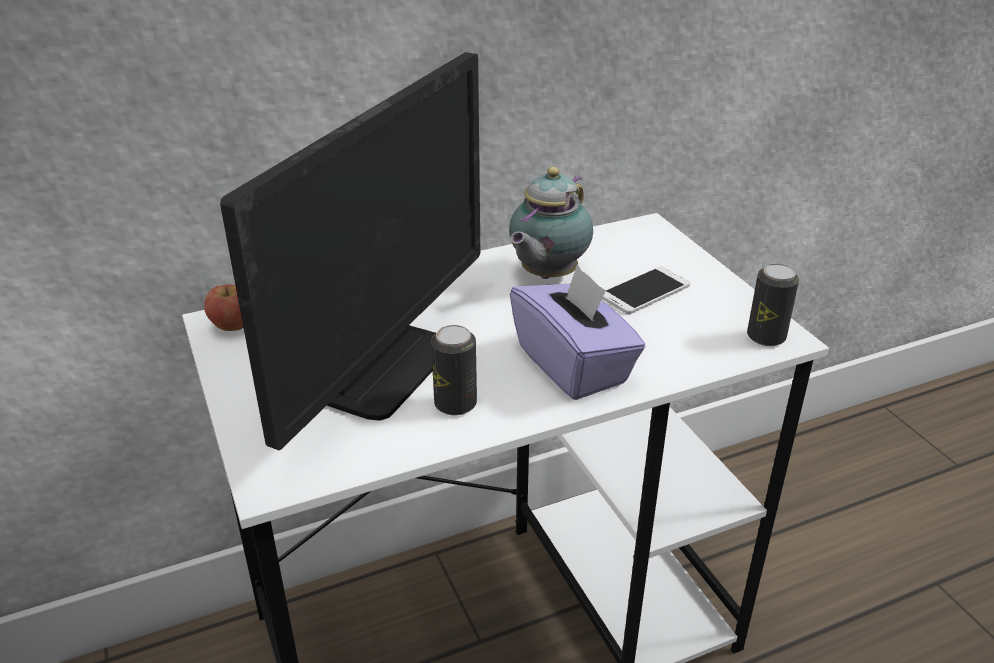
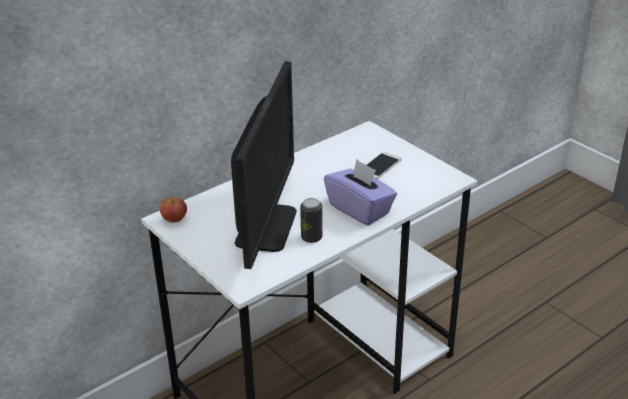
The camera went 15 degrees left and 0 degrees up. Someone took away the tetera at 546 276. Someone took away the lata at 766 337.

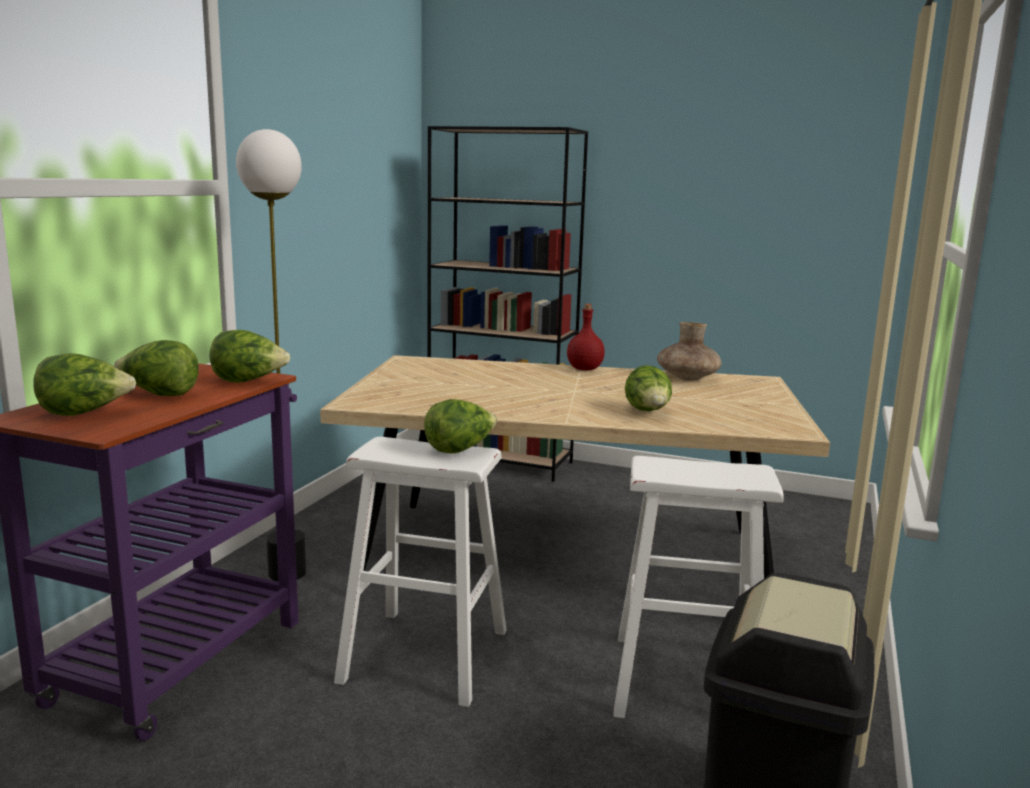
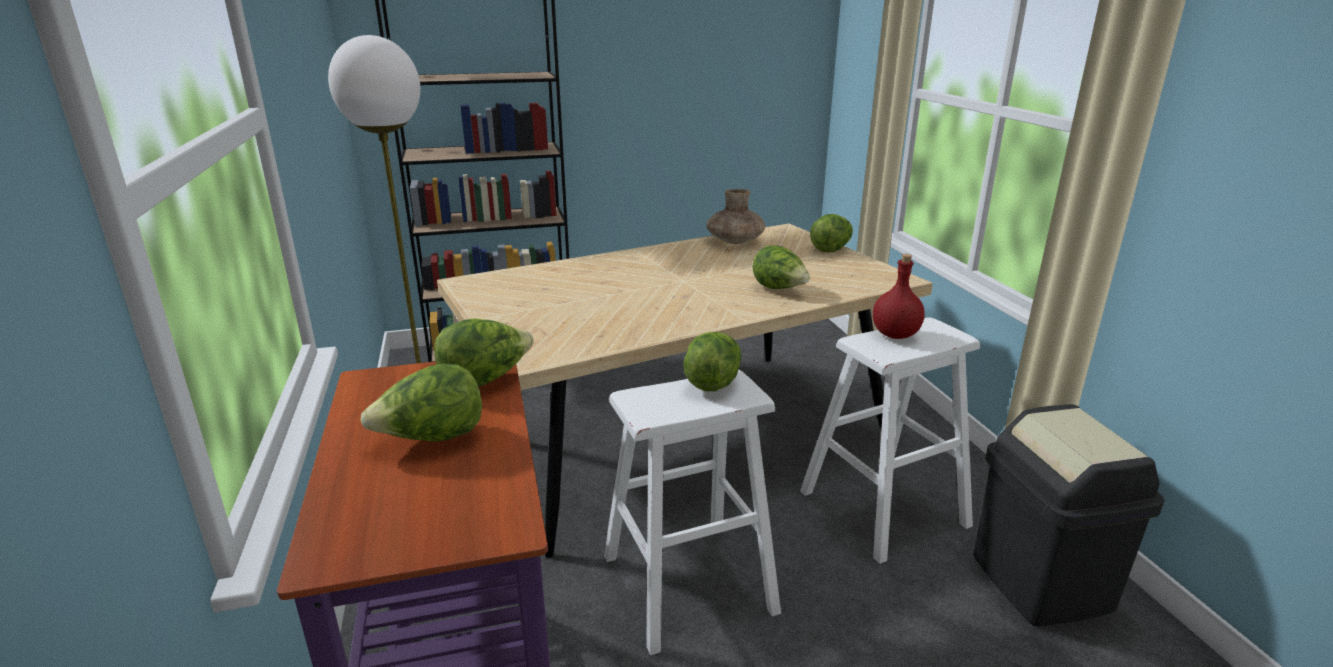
The camera went 35 degrees left and 10 degrees up. Someone carried the lechuga from 84 413 to 831 249. Someone carried the botella [rojo] from 584 369 to 895 335.

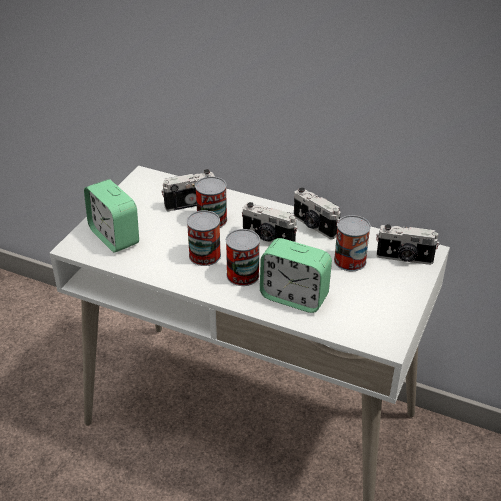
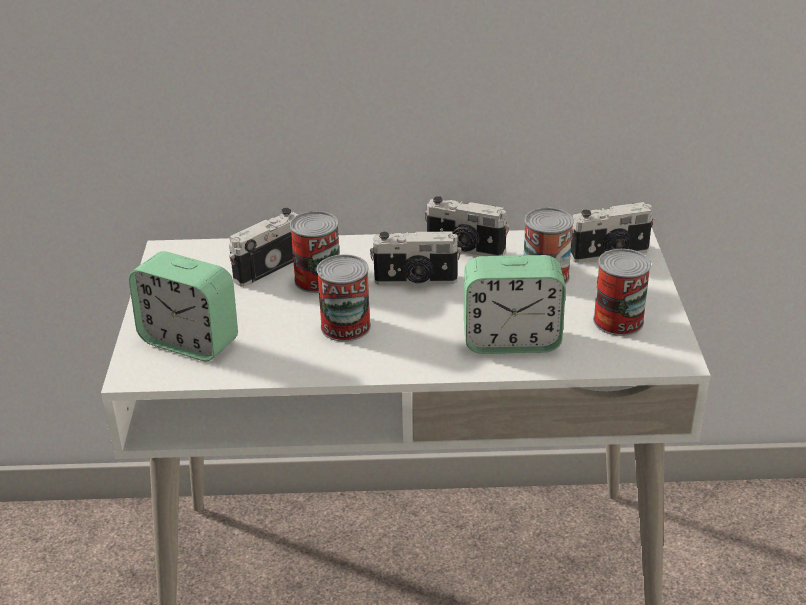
The camera went 25 degrees left and 5 degrees down. Someone carried the lata from 243 275 to 618 321.

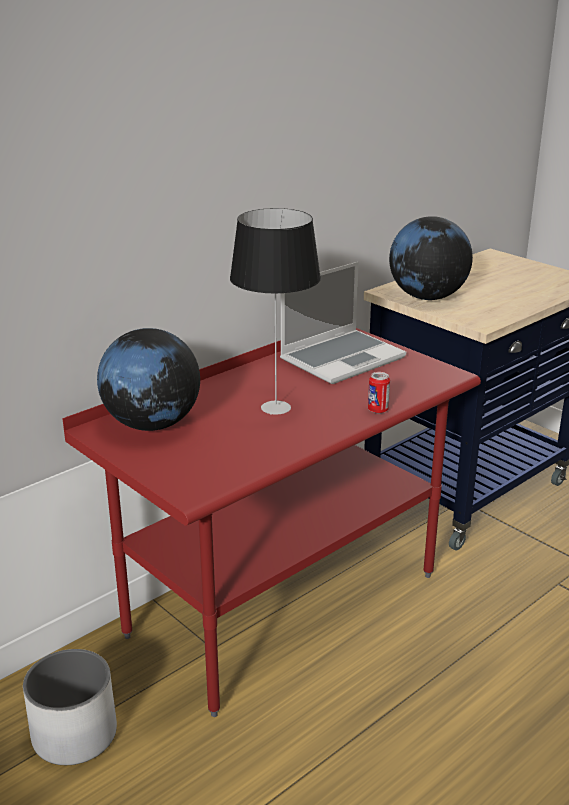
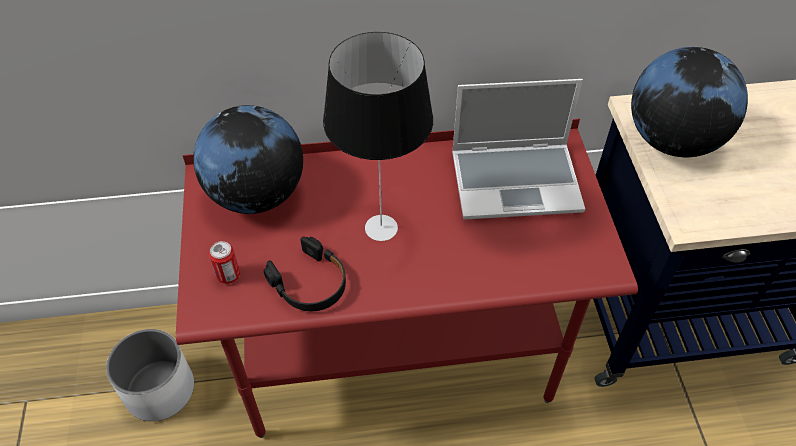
The camera went 35 degrees right and 25 degrees up. Someone carried the lata from 378 410 to 228 275. Someone put down the auriculares [negro] at 310 283.

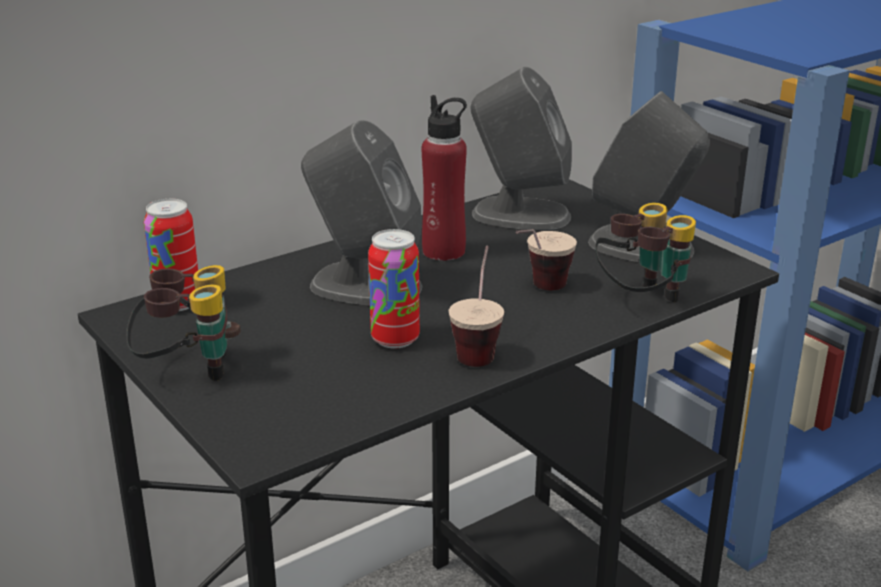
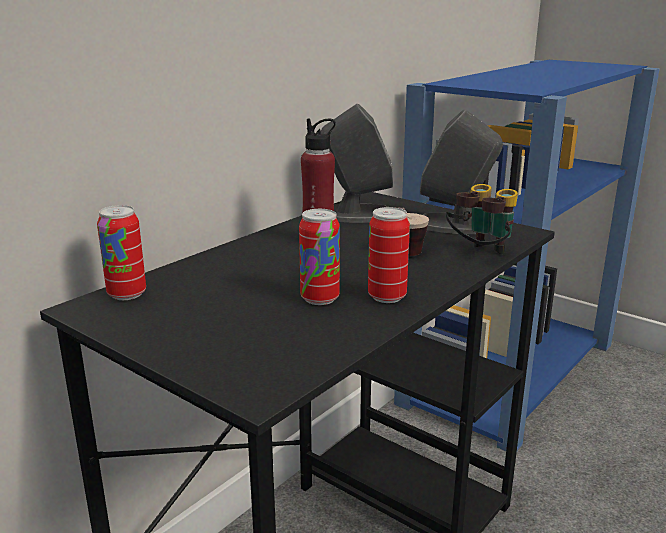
The camera went 15 degrees left and 5 degrees down. Someone swapped the taza at 478 347 for the lata at 387 297. Someone took away the prismáticos at 188 369. Someone took away the altavoz [gris] at 364 285.

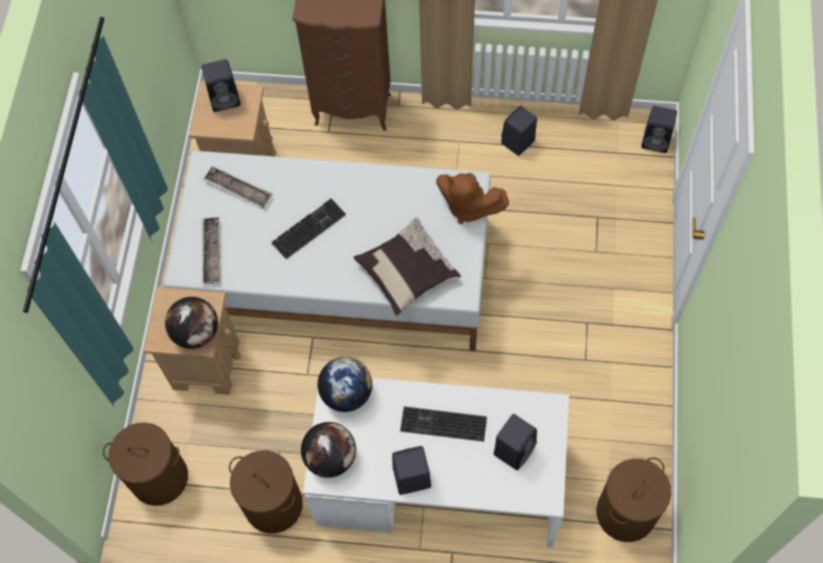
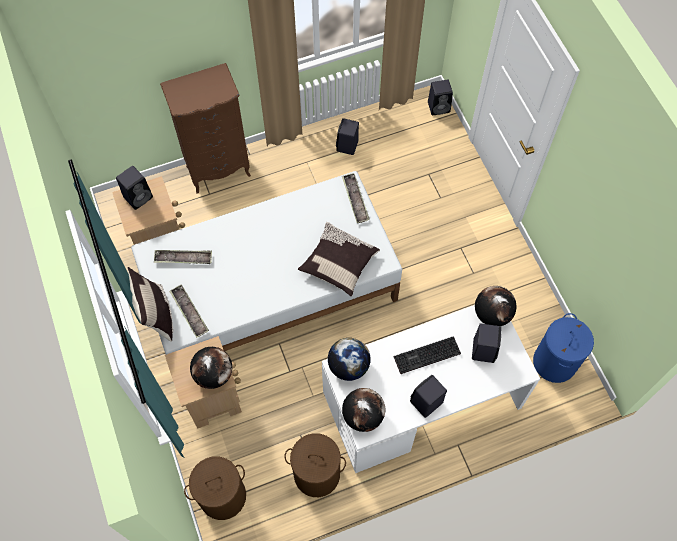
The camera went 30 degrees left and 0 degrees up. Someone put down the cojín at 157 315. Someone swapped the peluche [marrón] at 468 206 for the bandeja at 355 200. Someone put down the globo terráqueo at 492 314. Someone repainted the cesto de la ropa [marrón] at 626 512, which became the cesto de la ropa [azul] at 554 361. Someone took away the teclado at 309 227.

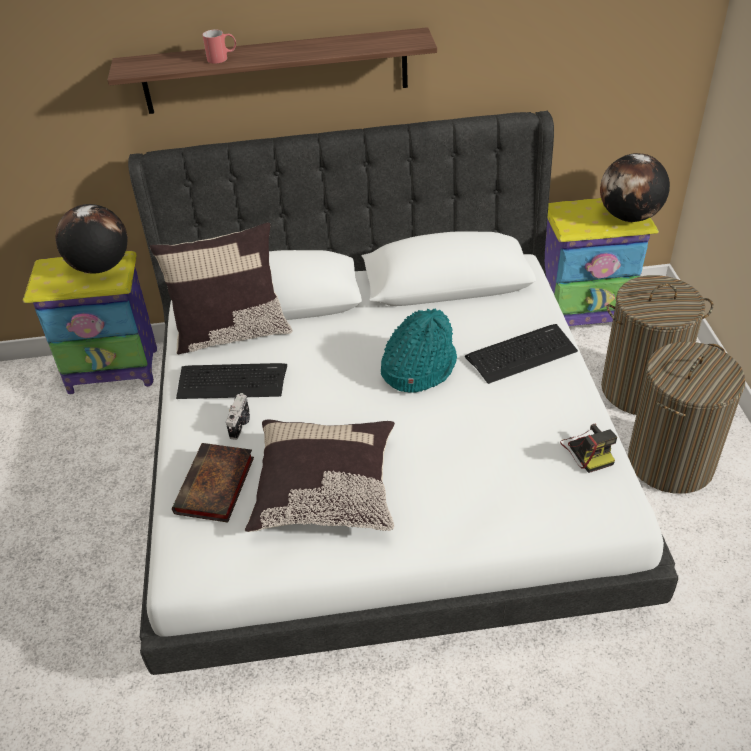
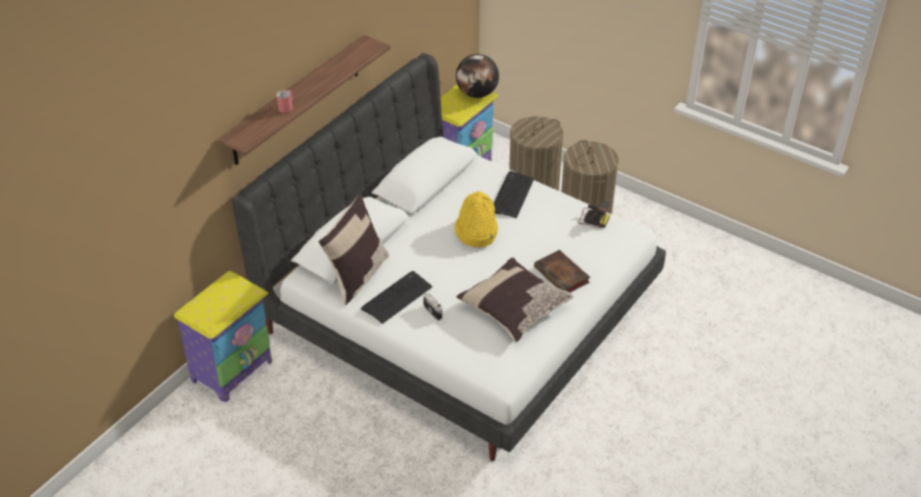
The camera went 50 degrees left and 0 degrees up. Someone repainted the sombrero [turquesa] at 418 367, which became the sombrero [amarillo] at 475 231. Someone carried the libro from 215 487 to 563 275. Someone took away the globo terráqueo at 100 267.

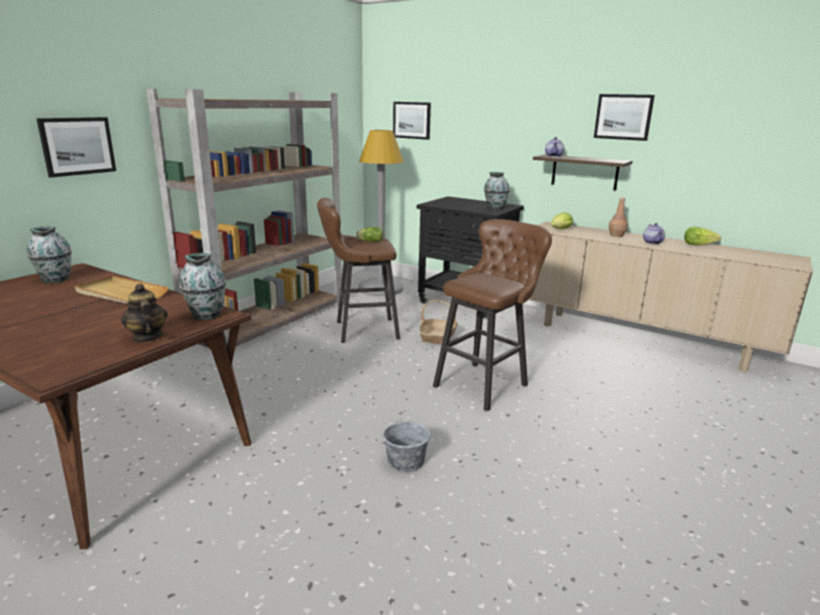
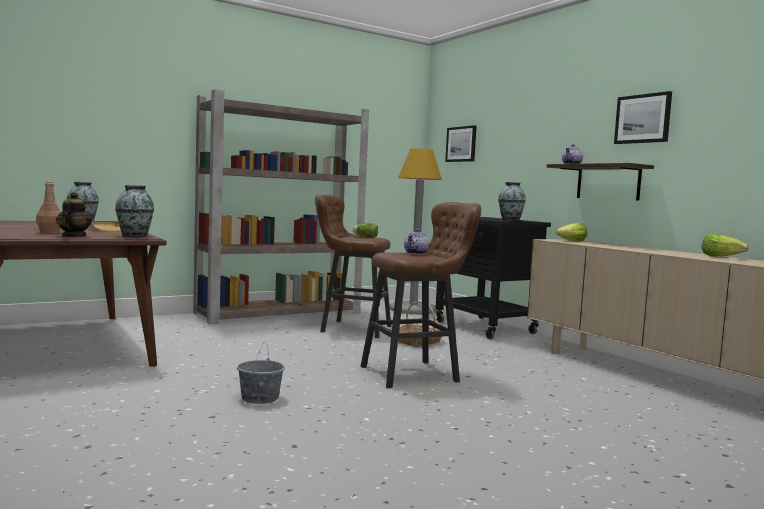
The camera went 25 degrees right and 15 degrees down. Someone carried the botella [marrón] from 616 235 to 49 232. Someone carried the tetera from 653 242 to 416 253. Someone took away the cuadro at 77 146.

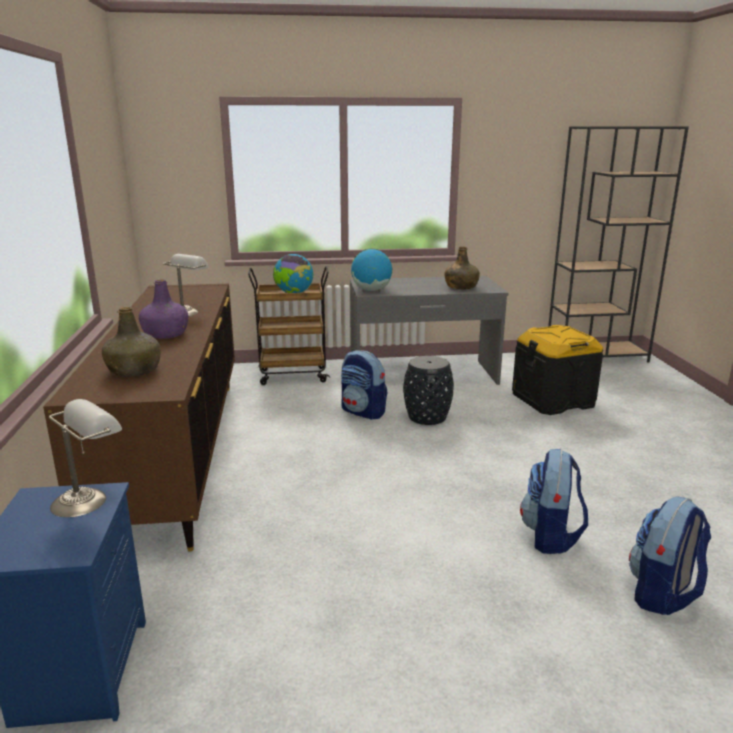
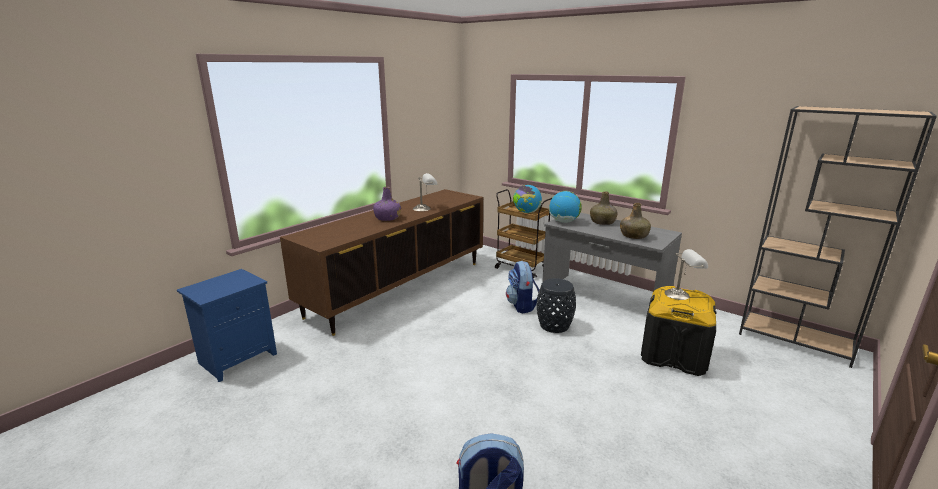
The camera went 45 degrees right and 0 degrees up. Someone carried the botella [verde] from 134 370 to 602 222. Someone carried the lámpara de mesa [blanco] from 89 497 to 681 294. Someone took away the mochila at 551 536.

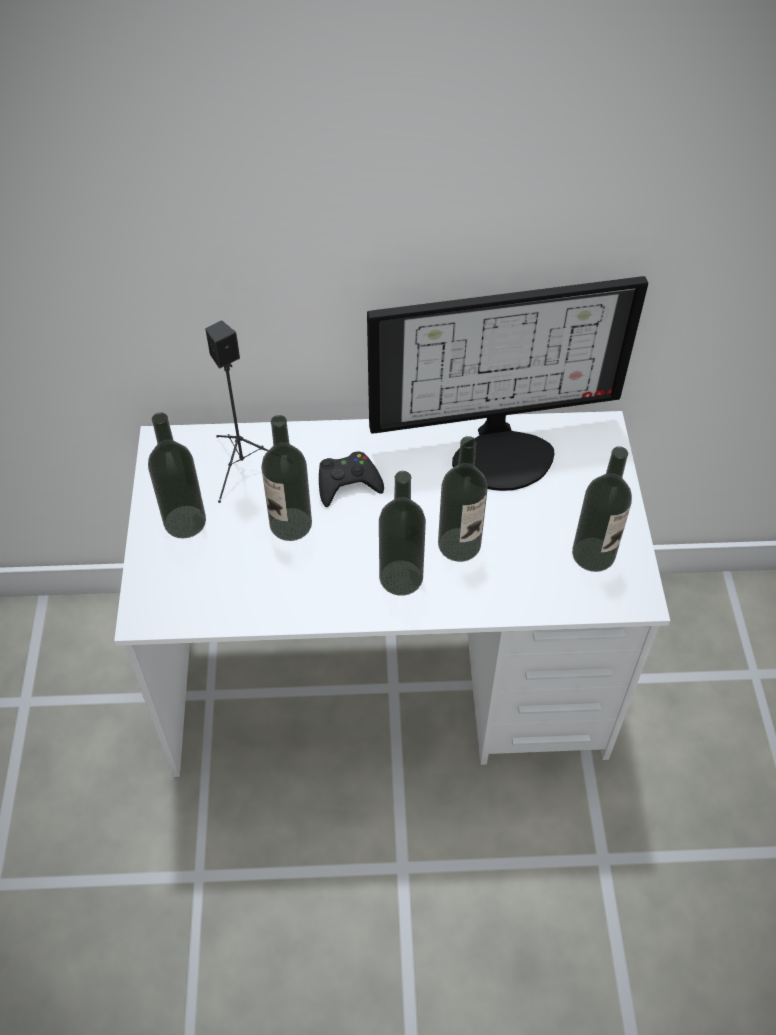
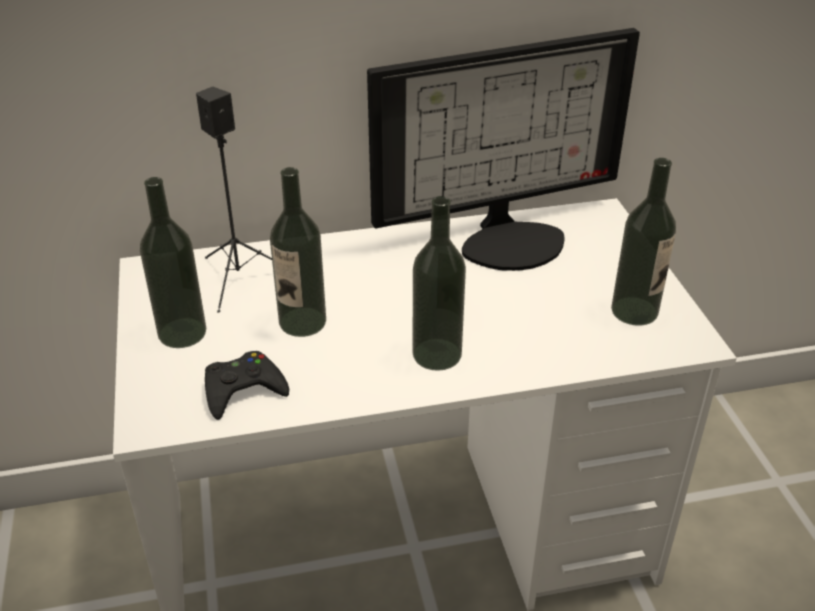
The camera went 10 degrees left and 15 degrees down. Someone carried the mando de consola [negro] from 348 483 to 243 390. Someone took away the botella at 459 544.

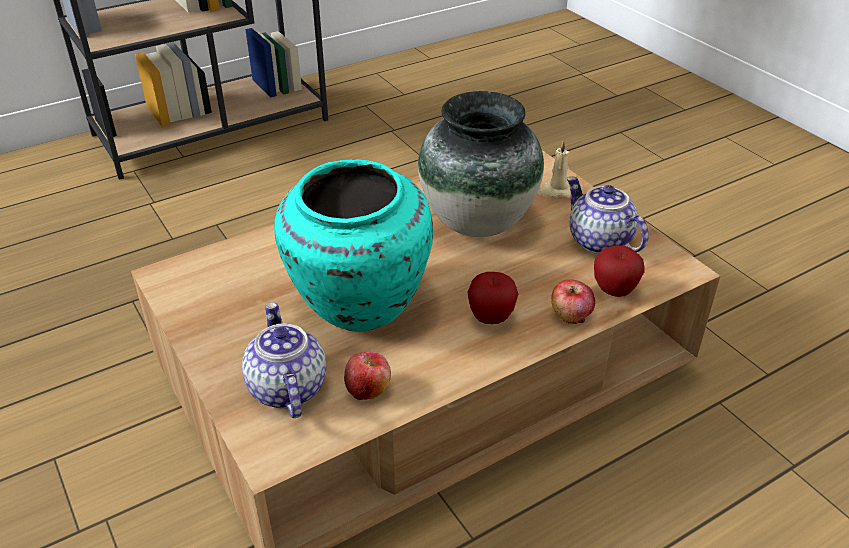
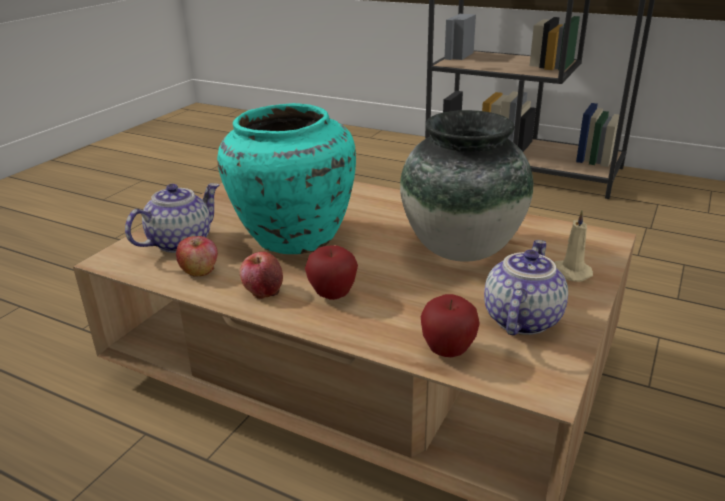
The camera went 60 degrees right and 10 degrees down. Someone carried the manzana from 570 315 to 263 290.

